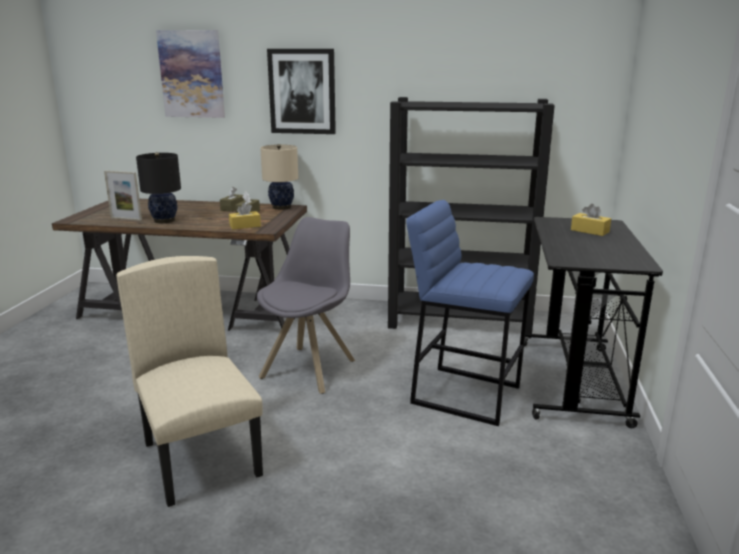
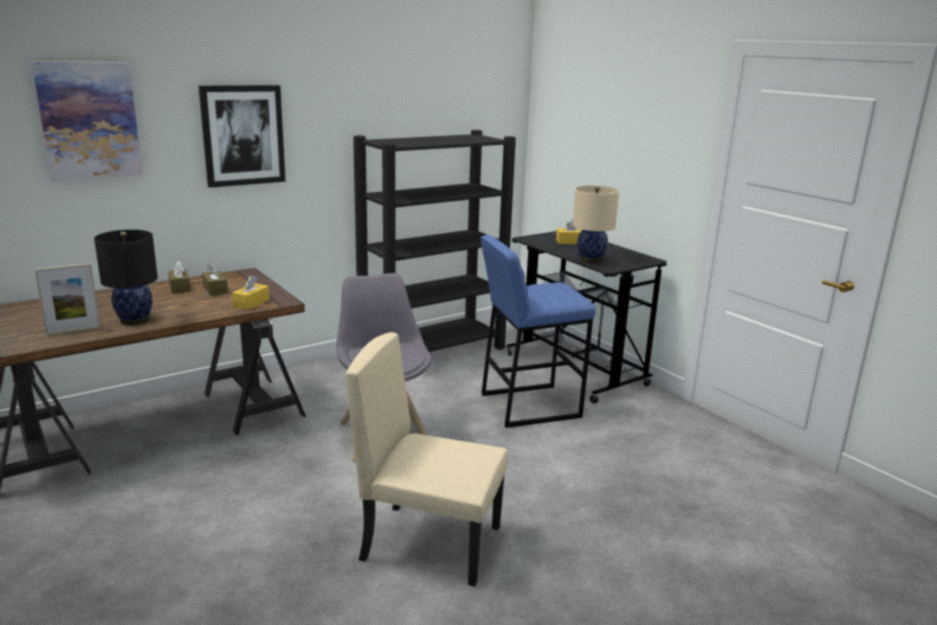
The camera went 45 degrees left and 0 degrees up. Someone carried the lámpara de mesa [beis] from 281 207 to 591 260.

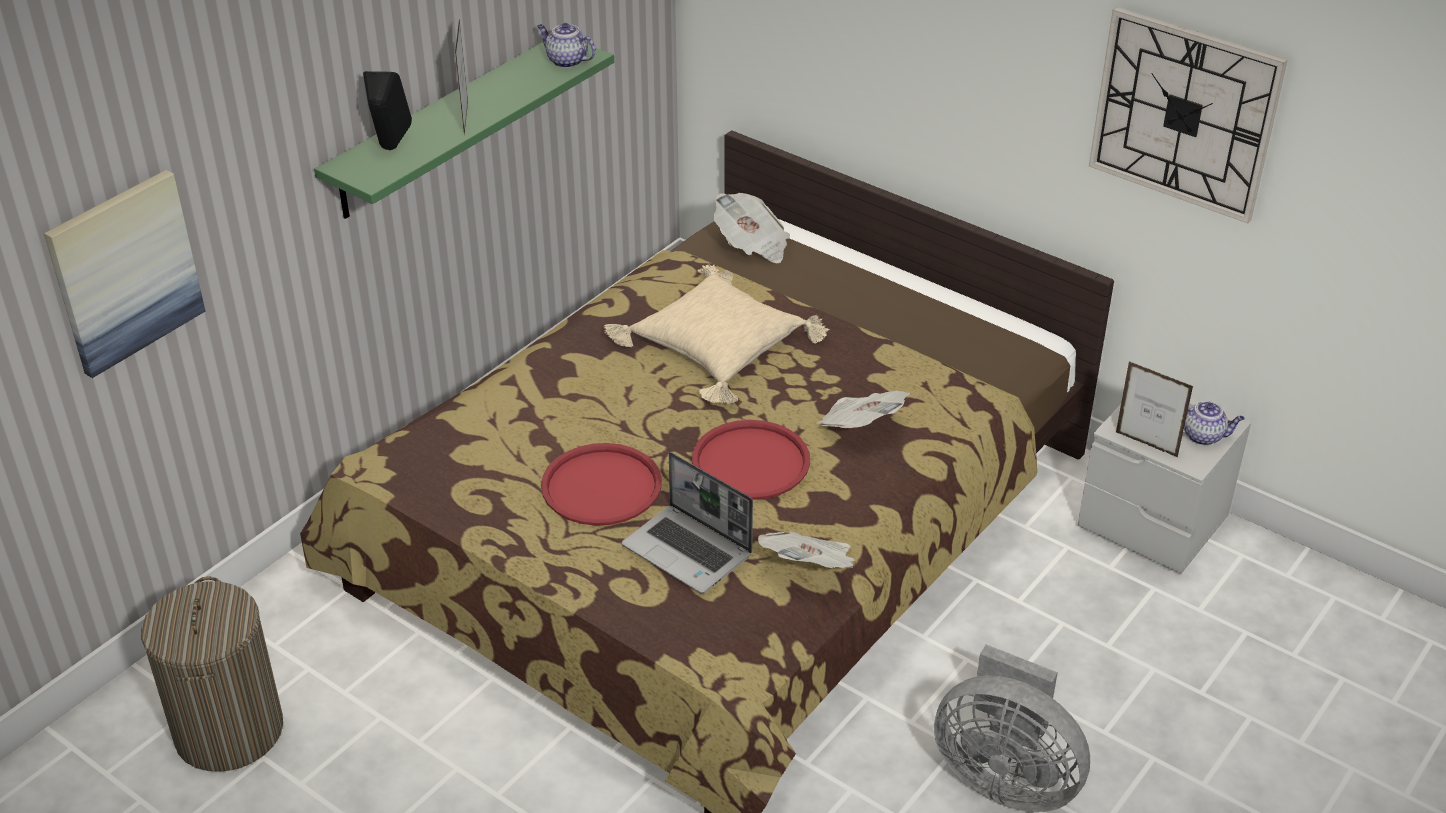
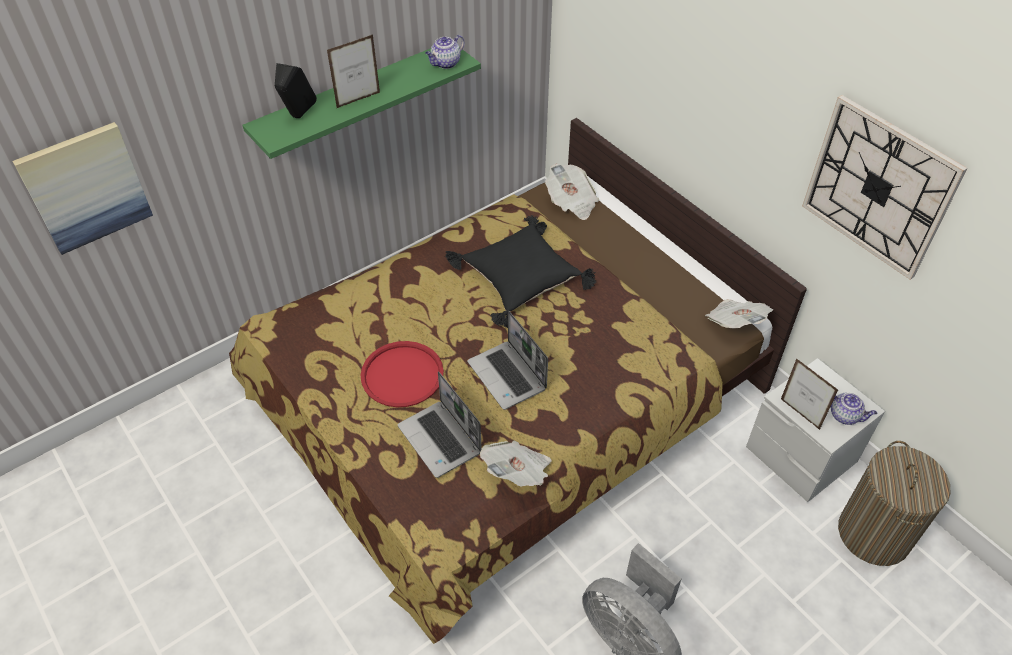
The camera went 15 degrees right and 10 degrees up. Someone rotated the portarretratos at 466 118 by 135 degrees counterclockwise. Someone rotated the tetera at 566 61 by 90 degrees counterclockwise. Someone repainted the cojín [beis] at 717 341, which became the cojín [negro] at 520 275. Someone swapped the bandeja [rojo] at 751 461 for the portátil at 508 376. Someone carried the periódico from 861 427 to 735 323. Someone carried the cesto de la ropa from 229 730 to 874 533.

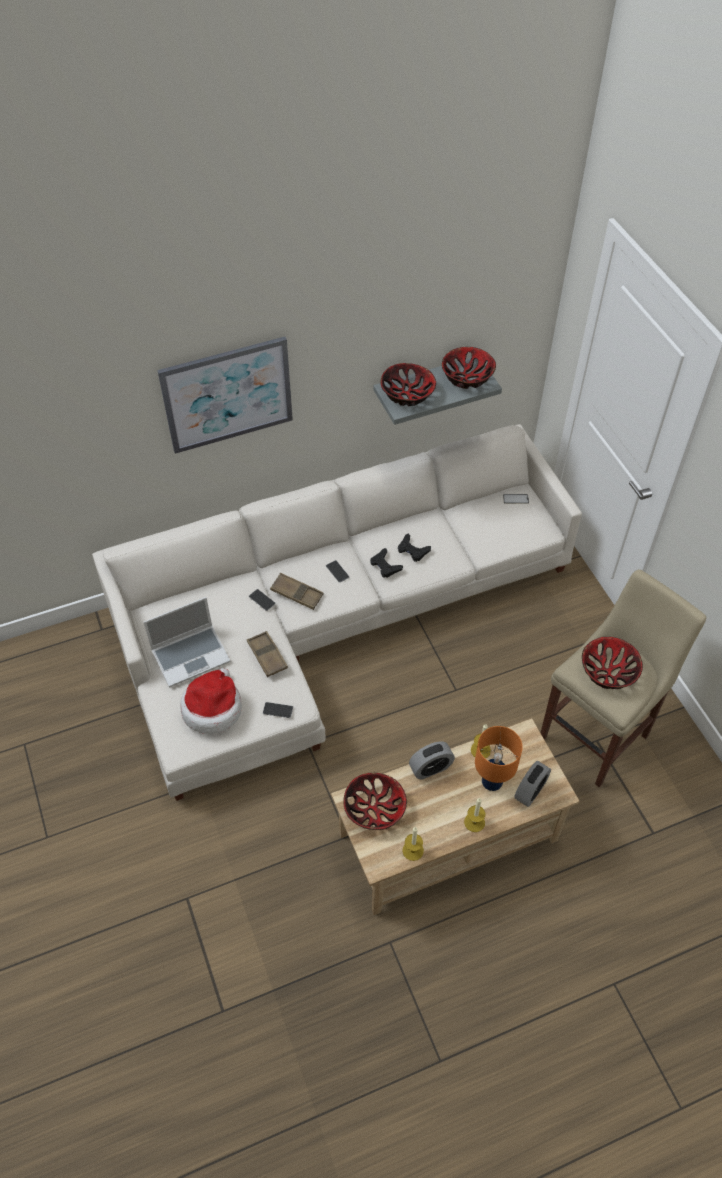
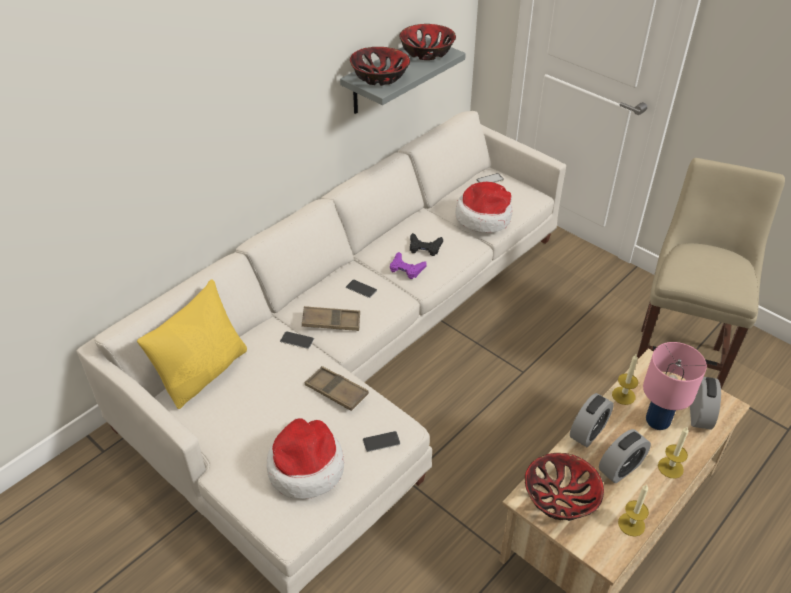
The camera went 25 degrees left and 10 degrees down. Someone put down the cojín [amarillo] at 204 372. Someone repainted the mando de consola [negro] at 385 566, which became the mando de consola [morado] at 406 268. Someone put down the sombrero at 484 217. Someone put down the despertador at 620 468. Someone repainted the lámpara de mesa [naranja] at 490 782, which became the lámpara de mesa [rosa] at 656 422. Someone took away the portátil at 191 655. Someone took away the cuadro at 227 395. Someone took away the cuenco at 608 671.

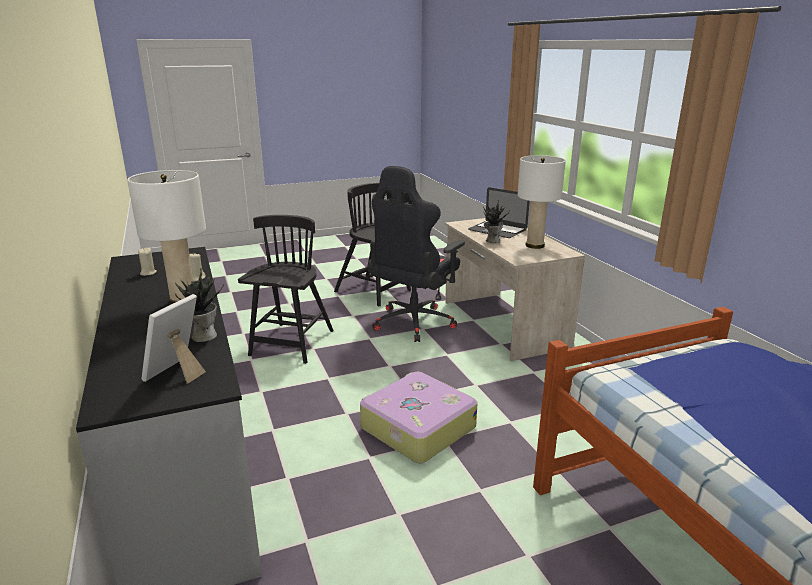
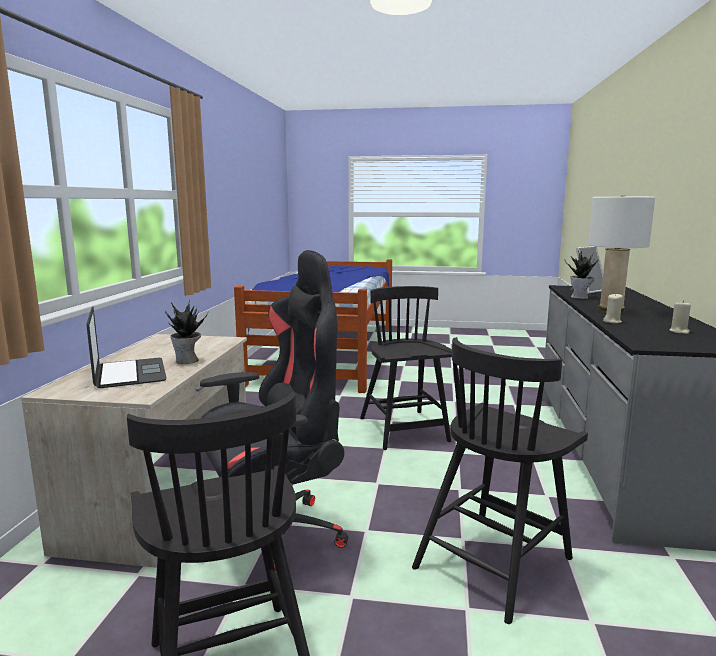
The camera went 150 degrees left and 10 degrees down. Someone swapped the maleta at 416 427 for the silla [negro] at 404 430. Someone took away the lámpara de mesa [blanco] at 535 245.

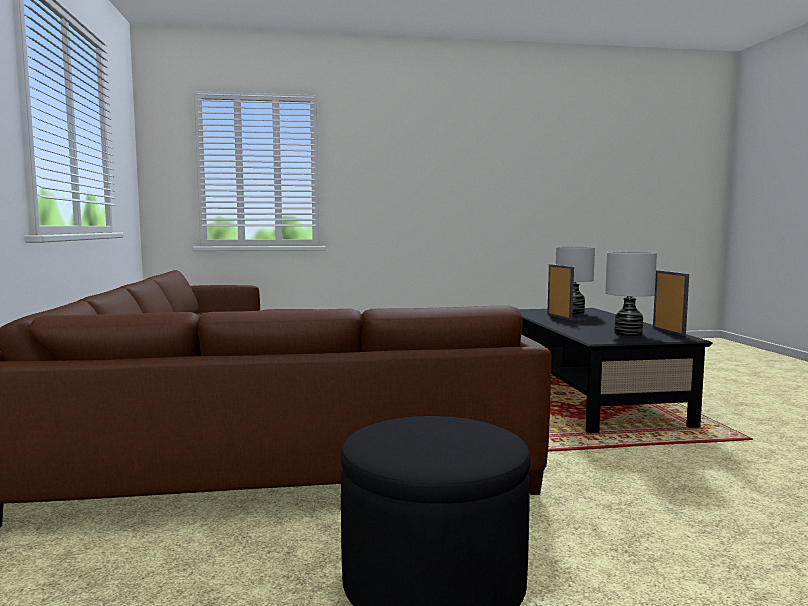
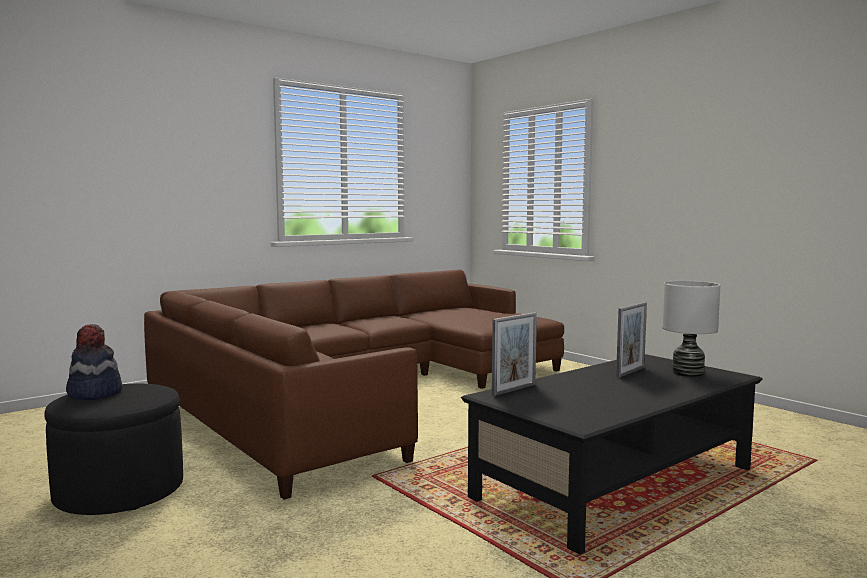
The camera went 60 degrees right and 0 degrees up. Someone put down the sombrero at 94 393. Someone carried the portarretratos from 668 332 to 514 390. Someone took away the lámpara de mesa [gris] at 628 333.

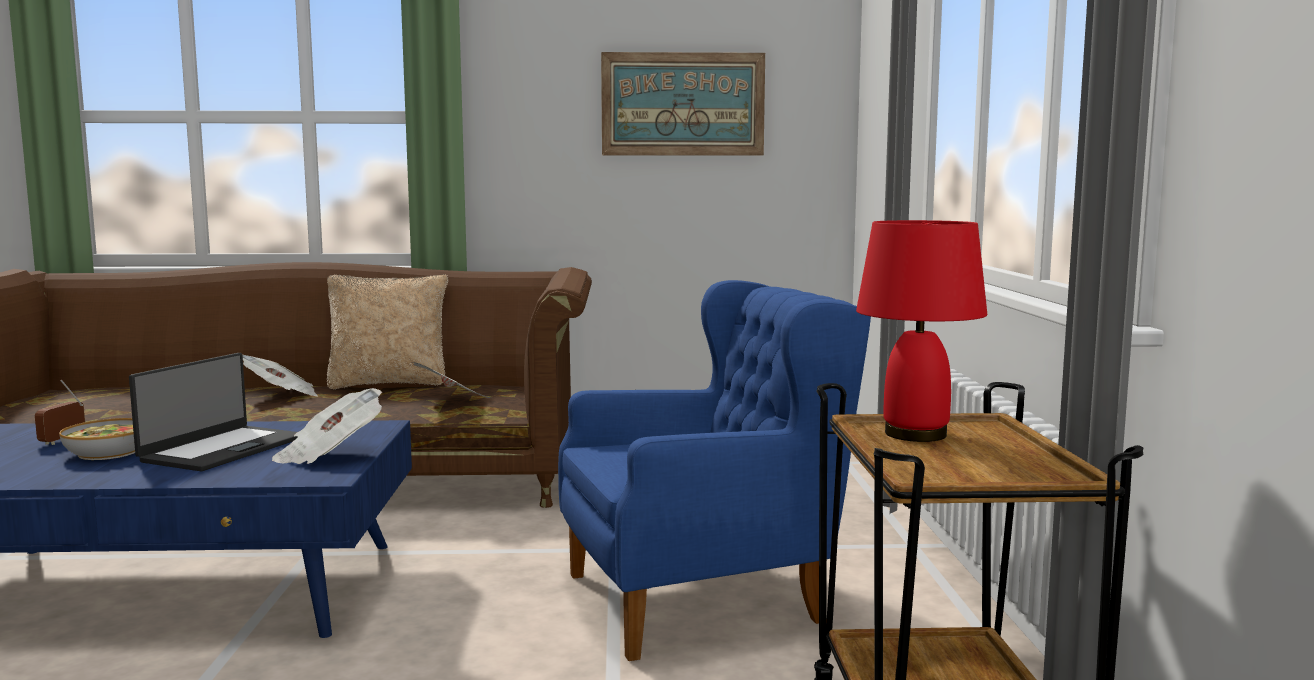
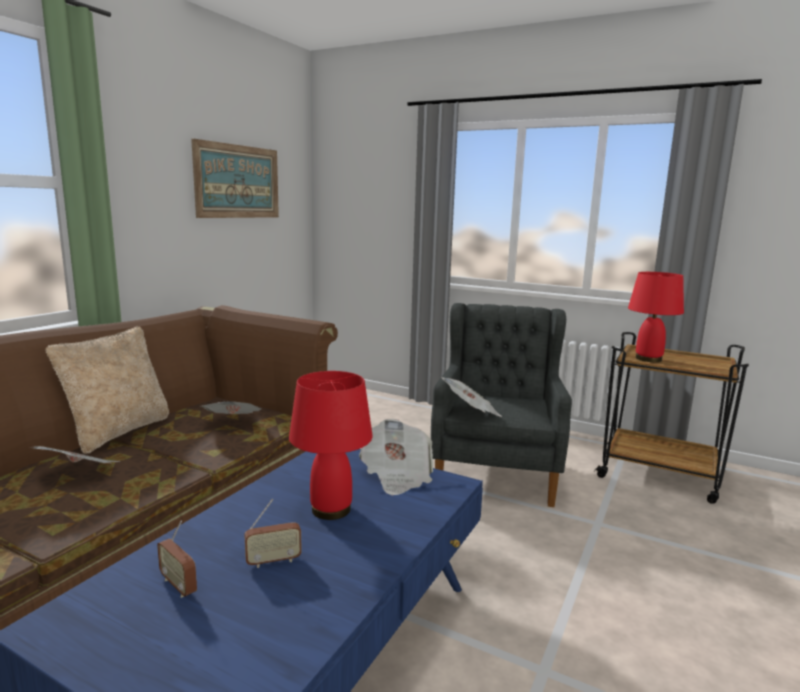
The camera went 60 degrees left and 5 degrees up. Someone swapped the cuenco at 109 452 for the radio at 273 561. Someone swapped the portátil at 222 449 for the lámpara de mesa [rojo] at 330 509. Someone repainted the sillón [azul] at 700 599, which became the sillón [gris] at 495 472. Someone put down the periódico at 471 412.

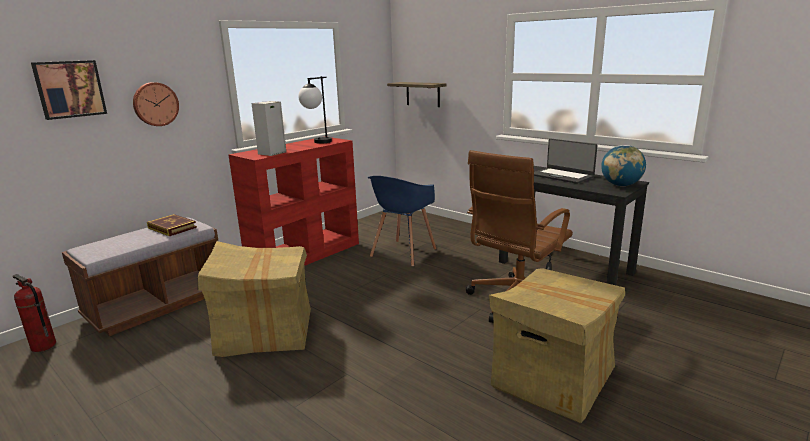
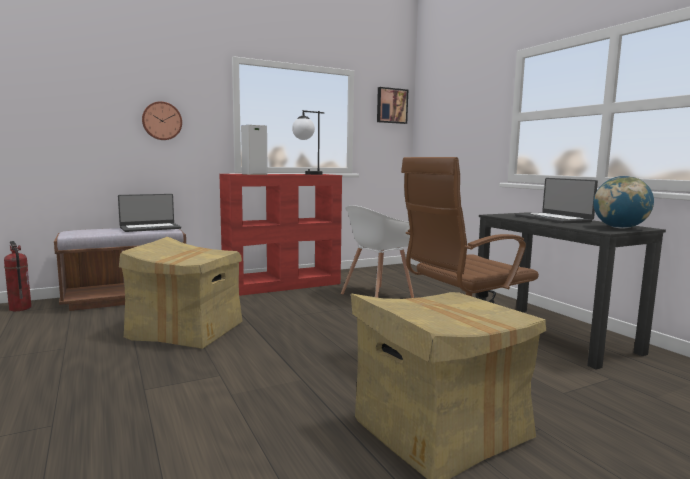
The camera went 20 degrees right and 10 degrees down. Someone swapped the libro at 172 228 for the portátil at 150 228. Someone repainted the silla [azul] at 403 253, which became the silla [blanco] at 376 296. Someone carried the cuadro from 69 89 to 391 106. Someone took away the estante at 423 94.

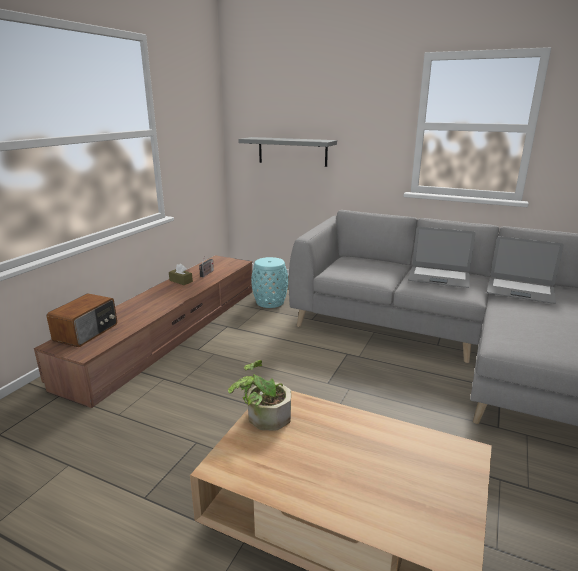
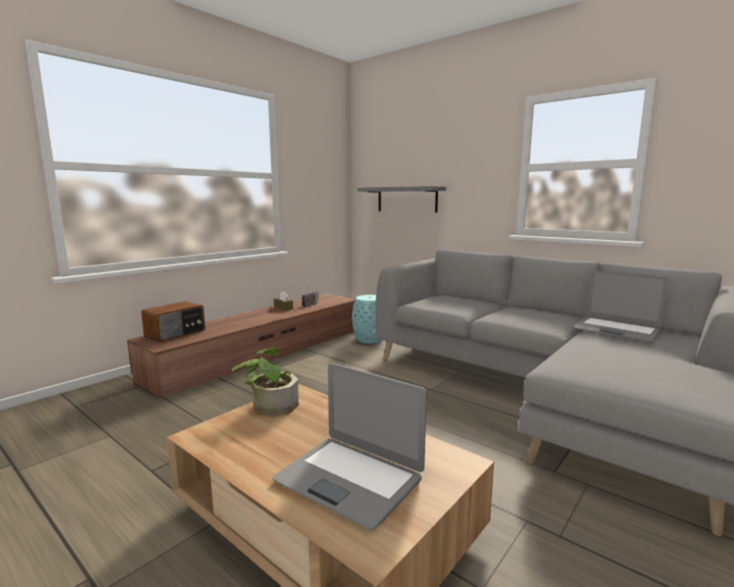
The camera went 15 degrees right and 10 degrees down. Someone carried the portátil from 438 277 to 349 479.

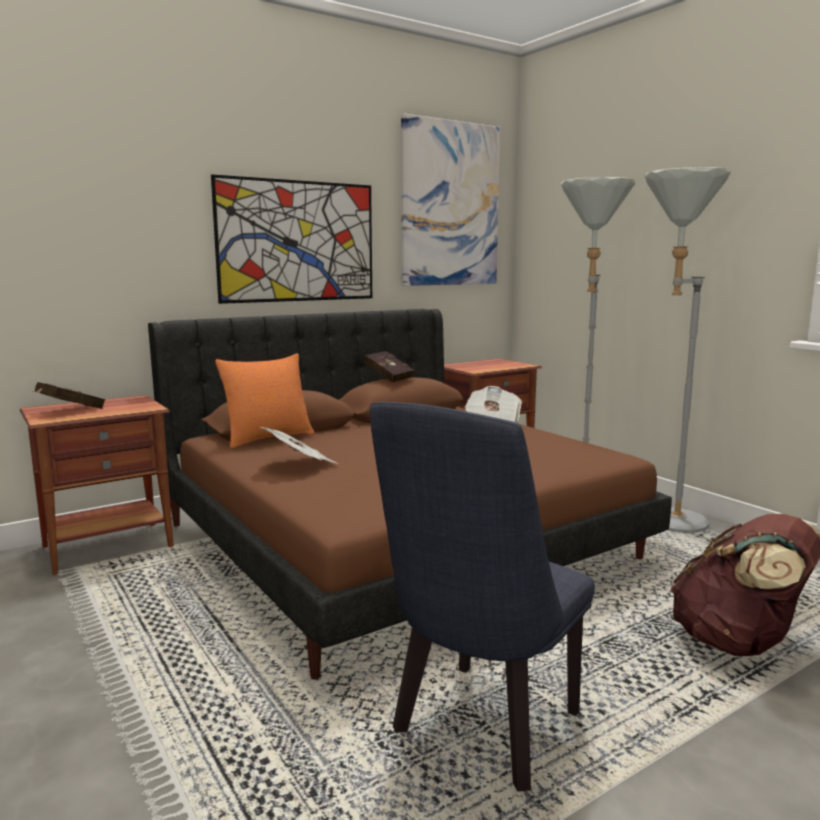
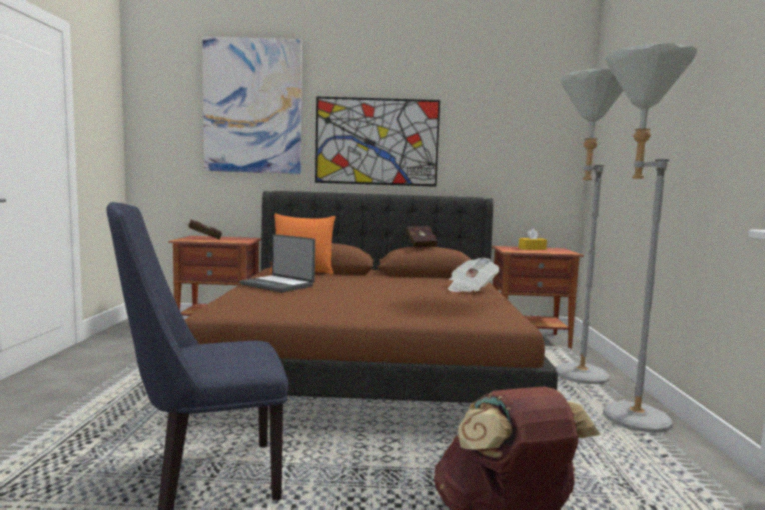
The camera went 35 degrees right and 5 degrees down. Someone carried the cuadro from 450 204 to 253 106. Someone swapped the periódico at 301 464 for the portátil at 278 285. Someone put down the caja de pañuelos [amarillo] at 532 249.

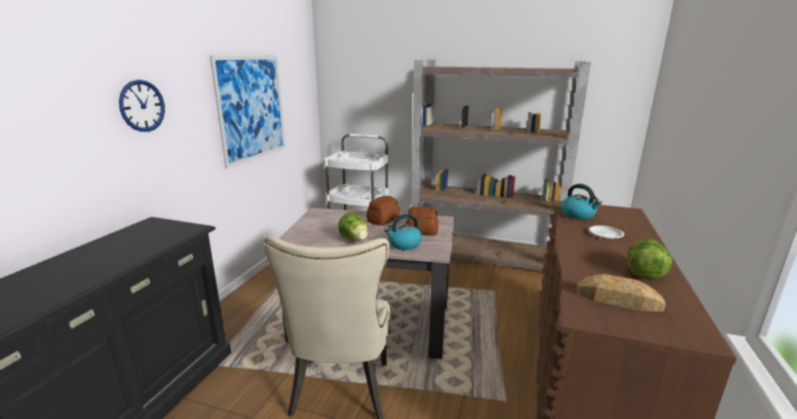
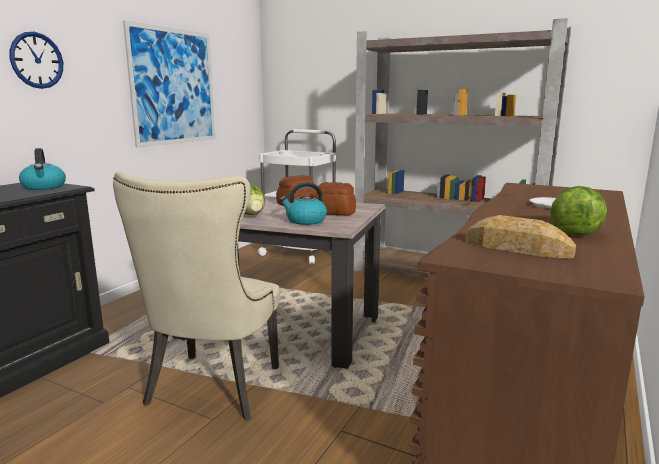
The camera went 10 degrees right and 5 degrees down. Someone carried the hervidor from 578 215 to 44 187.

